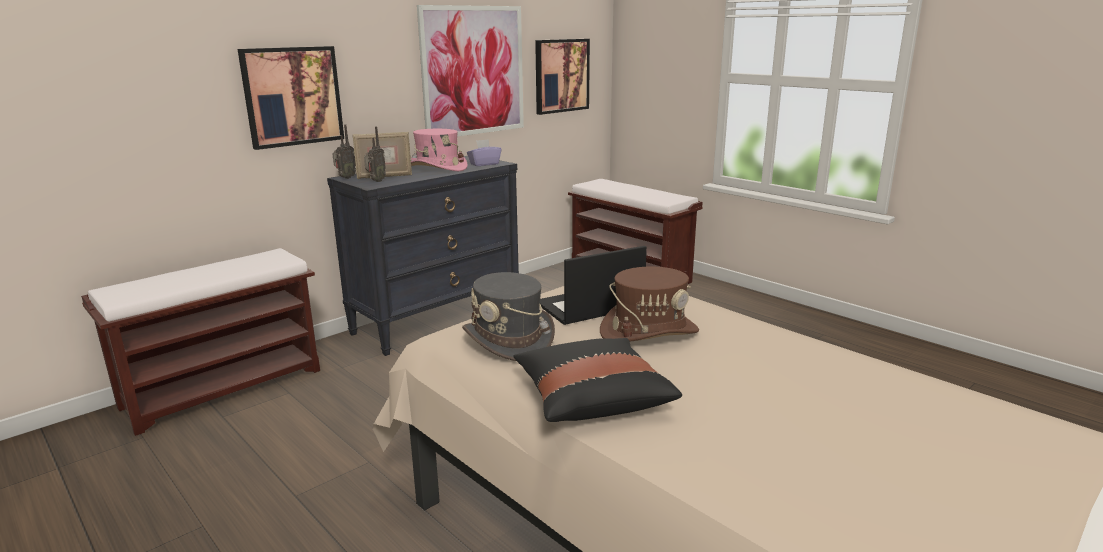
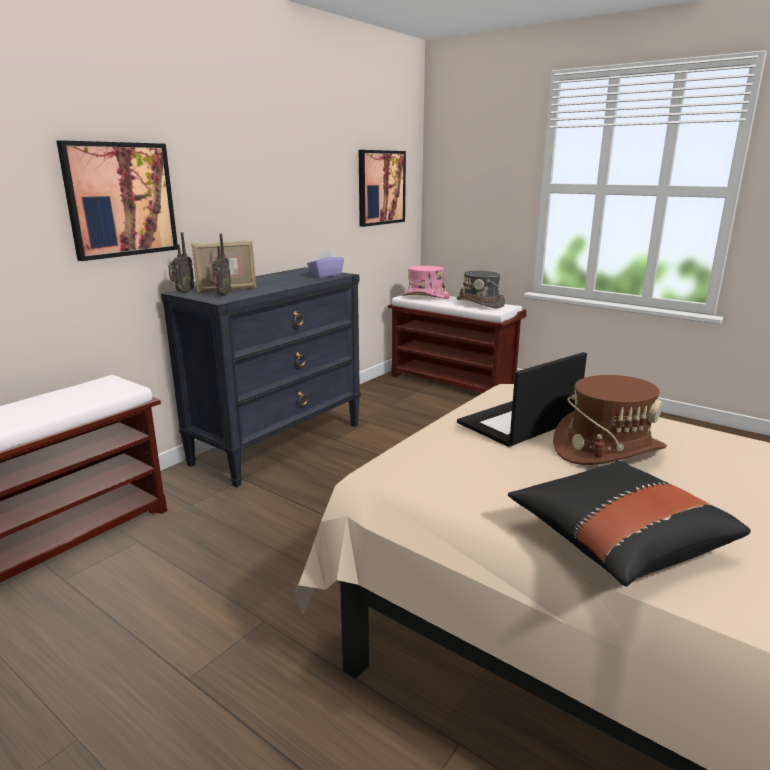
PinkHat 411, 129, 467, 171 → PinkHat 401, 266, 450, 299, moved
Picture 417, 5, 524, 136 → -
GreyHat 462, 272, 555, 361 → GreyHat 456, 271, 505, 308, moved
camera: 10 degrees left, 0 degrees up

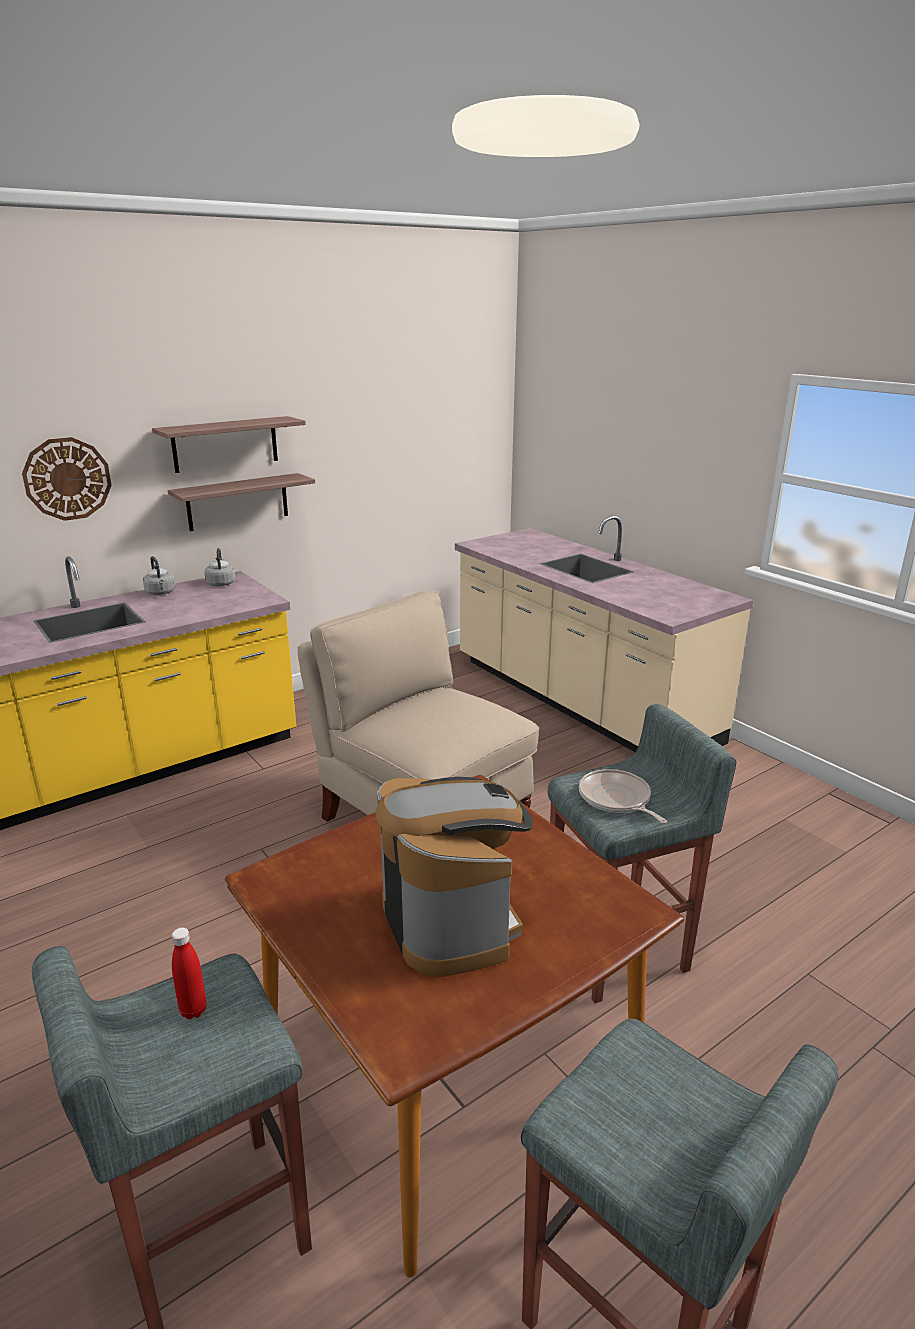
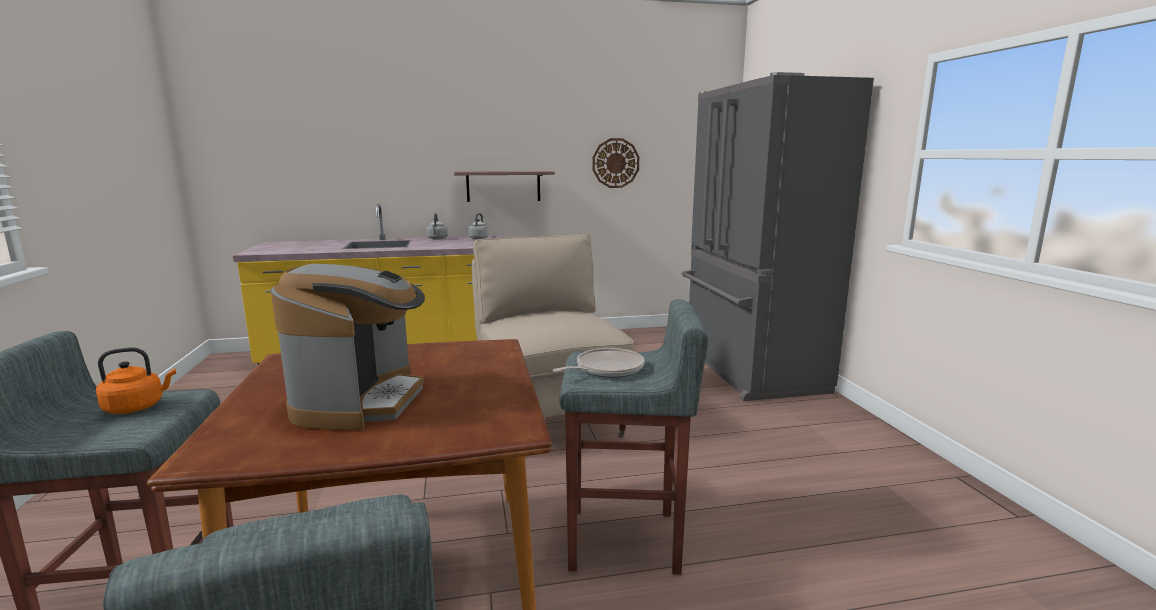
WallClock 22, 437, 112, 521 → WallClock 593, 138, 639, 188, moved
Shelf 152, 416, 306, 473 → -
RedBottle 171, 928, 207, 1019 → OrangeKettle 96, 347, 176, 414
BeigeCounter 455, 516, 753, 753 → GreyFridge 682, 72, 874, 401
FryingPan 579, 769, 667, 823 → FryingPan 553, 348, 645, 378, 60 degrees clockwise
camera: 25 degrees right, 10 degrees down

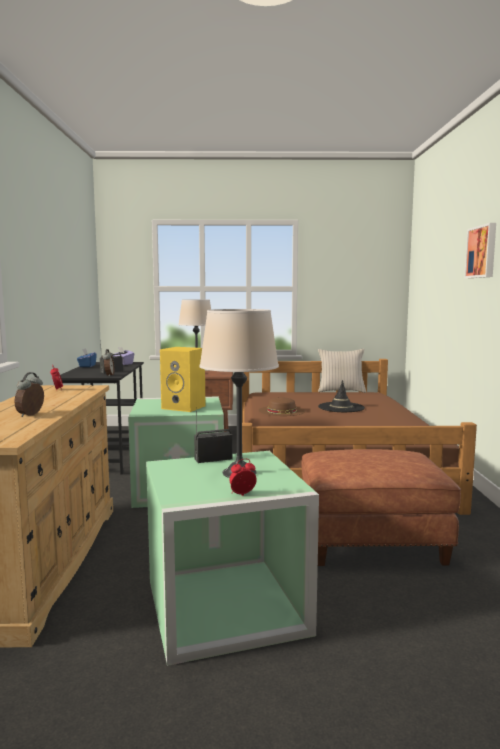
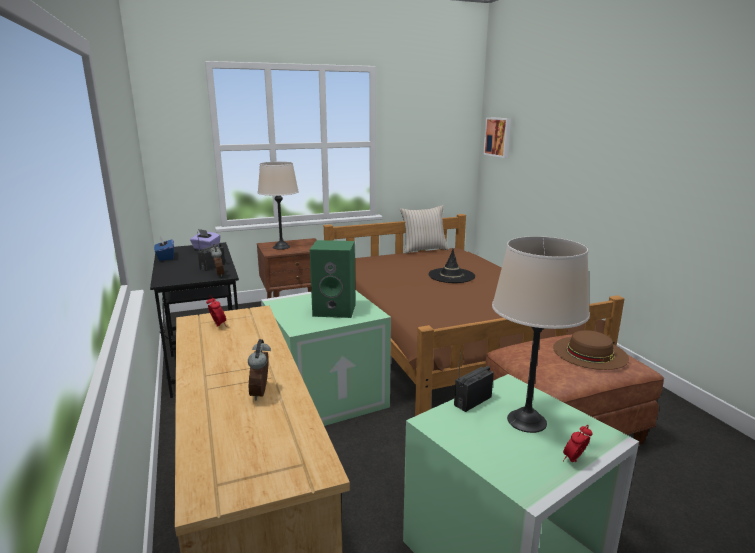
YellowSpeaker 160, 347, 205, 412 → GreenSpeaker 310, 240, 356, 318
BrownHat 258, 397, 305, 416 → BrownHat 553, 330, 629, 370, moved
Picture 464, 223, 496, 278 → Picture 483, 117, 511, 158, moved
camera: 20 degrees left, 10 degrees up

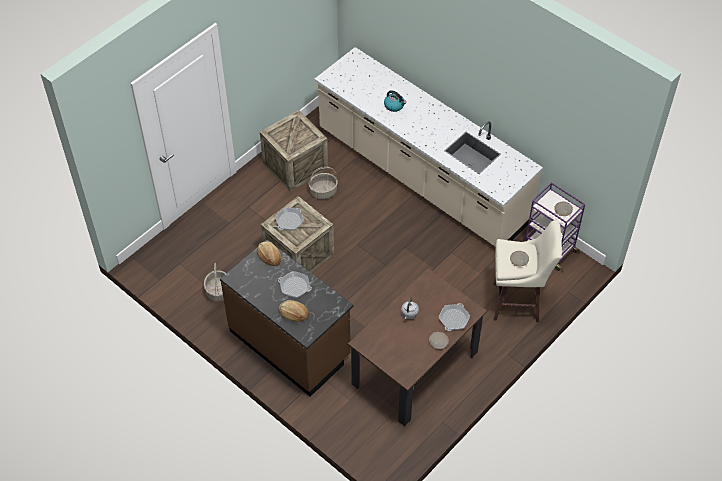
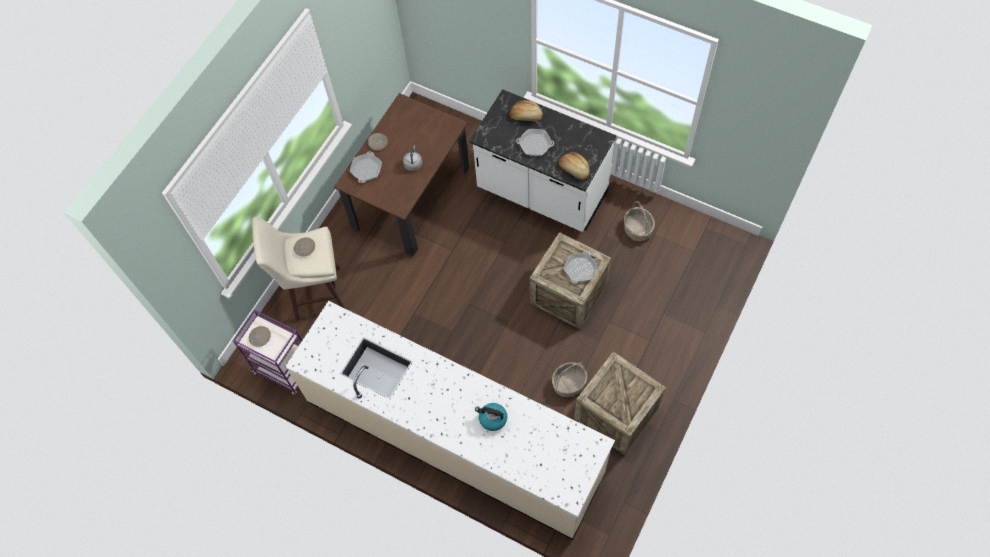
BrownCounter 220, 239, 353, 397 → WhiteCounter 469, 89, 616, 232
camera: 170 degrees right, 10 degrees up

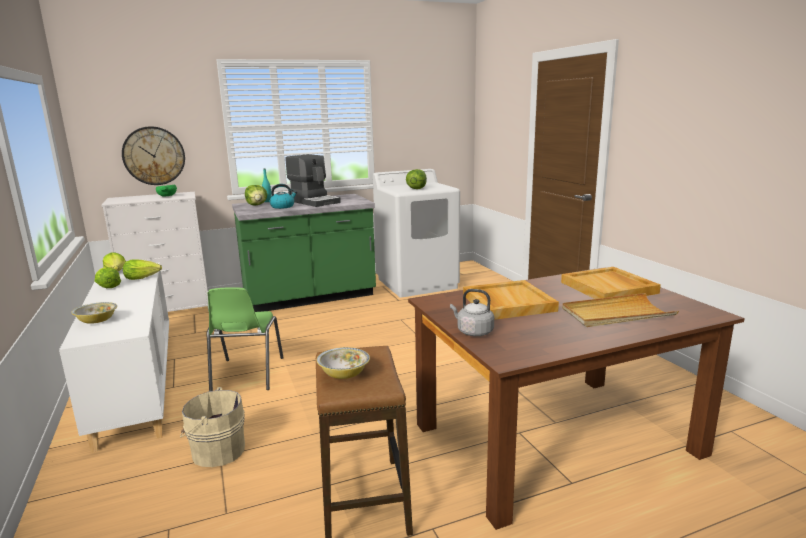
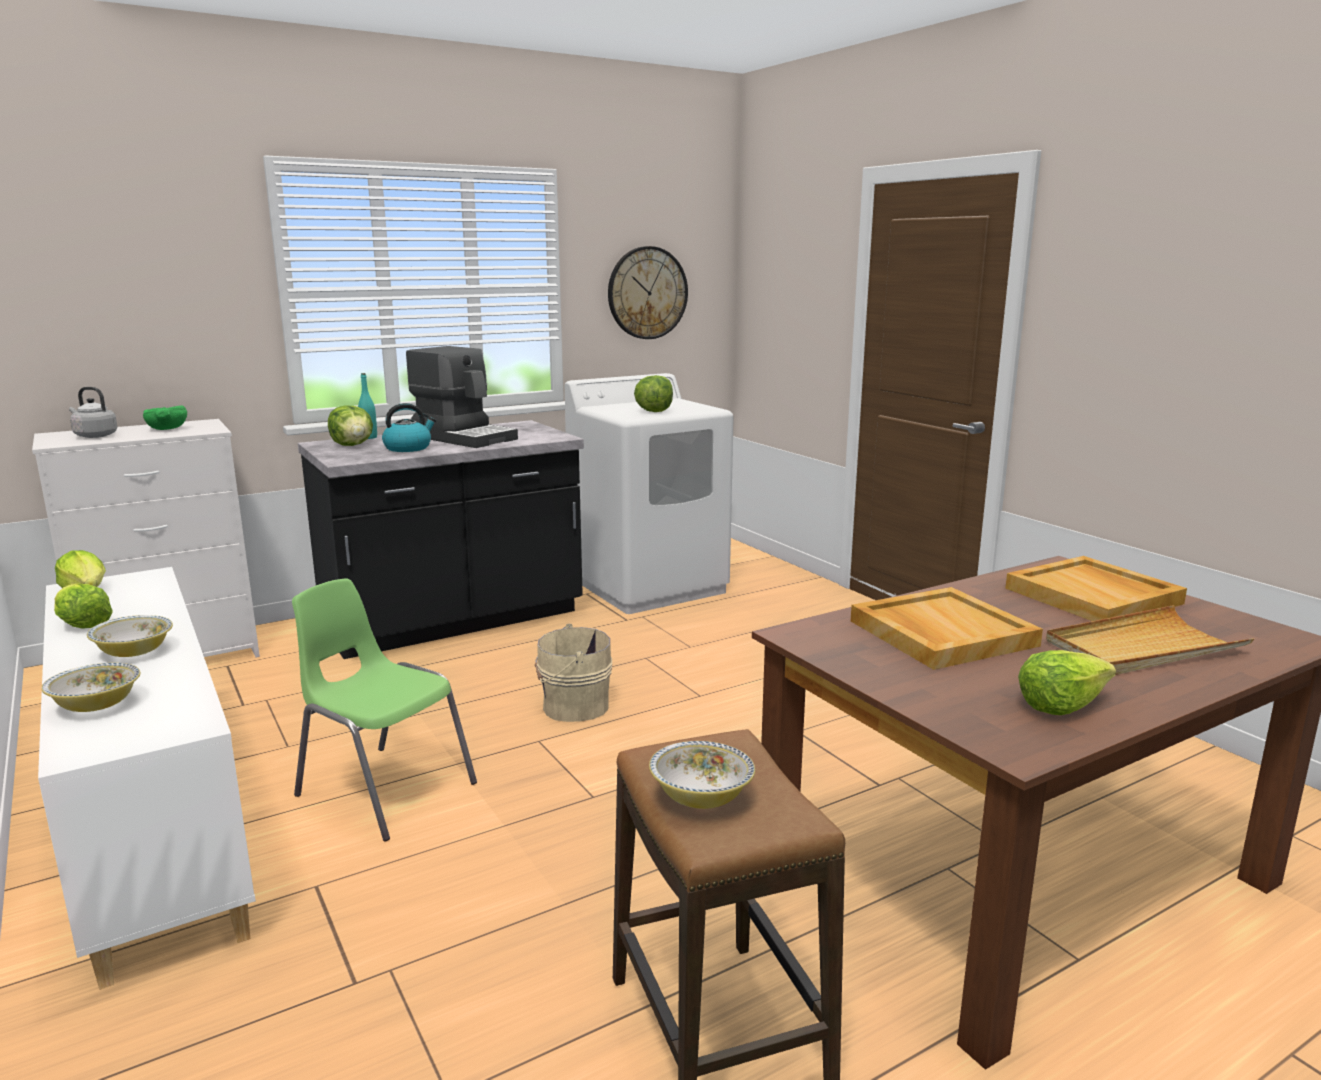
WallClock 122, 126, 185, 185 → WallClock 608, 246, 688, 339, moved
Lettuce 123, 259, 162, 280 → Lettuce 1018, 650, 1116, 715, moved
BeigeBucket 180, 387, 245, 467 → BeigeBucket 535, 624, 612, 722, moved
GreenChair 207, 287, 284, 391 → GreenChair 292, 578, 477, 841, 135 degrees clockwise
GreenCounter 232, 194, 376, 312 → BlackCounter 298, 420, 584, 659
GreyKettle 450, 289, 494, 336 → GreyKettle 69, 387, 117, 438, moved
- → Bowl 87, 615, 173, 657
camera: 10 degrees left, 0 degrees up

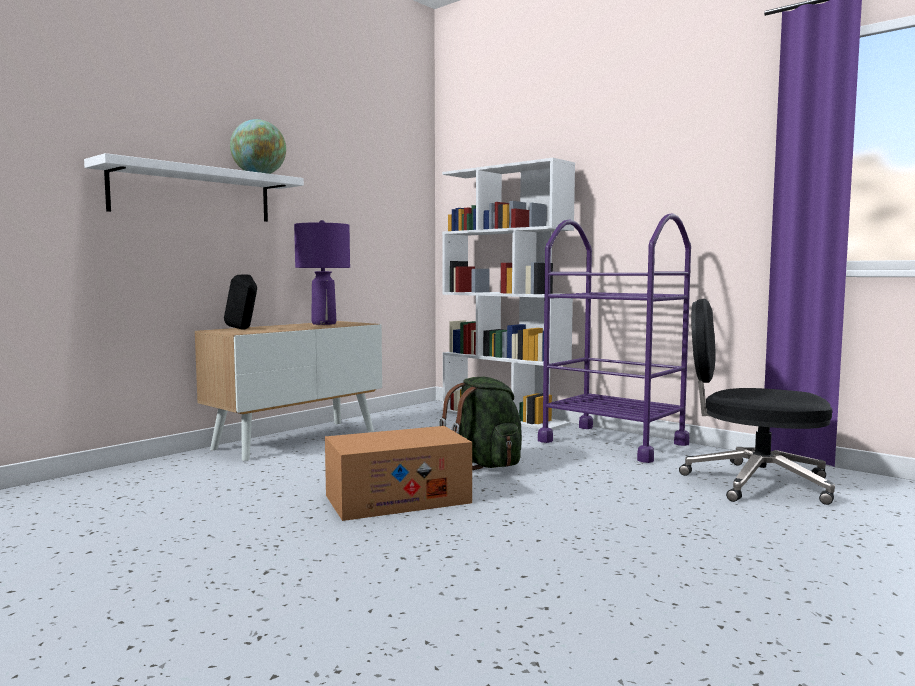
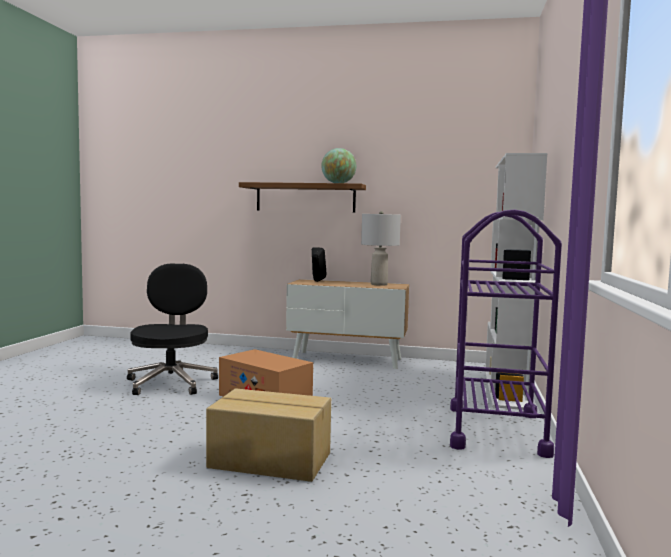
WhiteShelf 84, 153, 304, 222 → BrownShelf 239, 182, 366, 213
PurpleTableLamp 294, 220, 350, 325 → GreyTableLamp 361, 211, 401, 286
GreenBackpack 439, 377, 522, 470 → -
BlackOfficeChair 679, 299, 835, 505 → BlackOfficeChair 127, 263, 218, 395, moved
- → CardboardBox 206, 388, 331, 482
camera: 60 degrees right, 0 degrees up

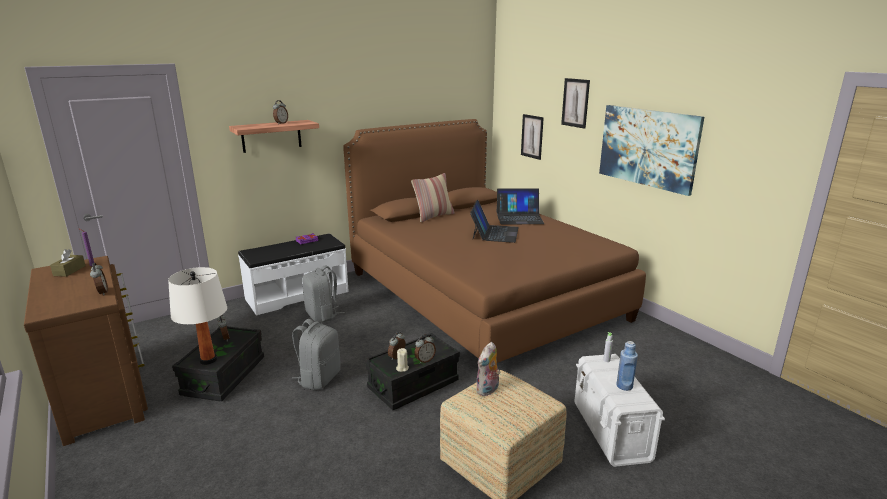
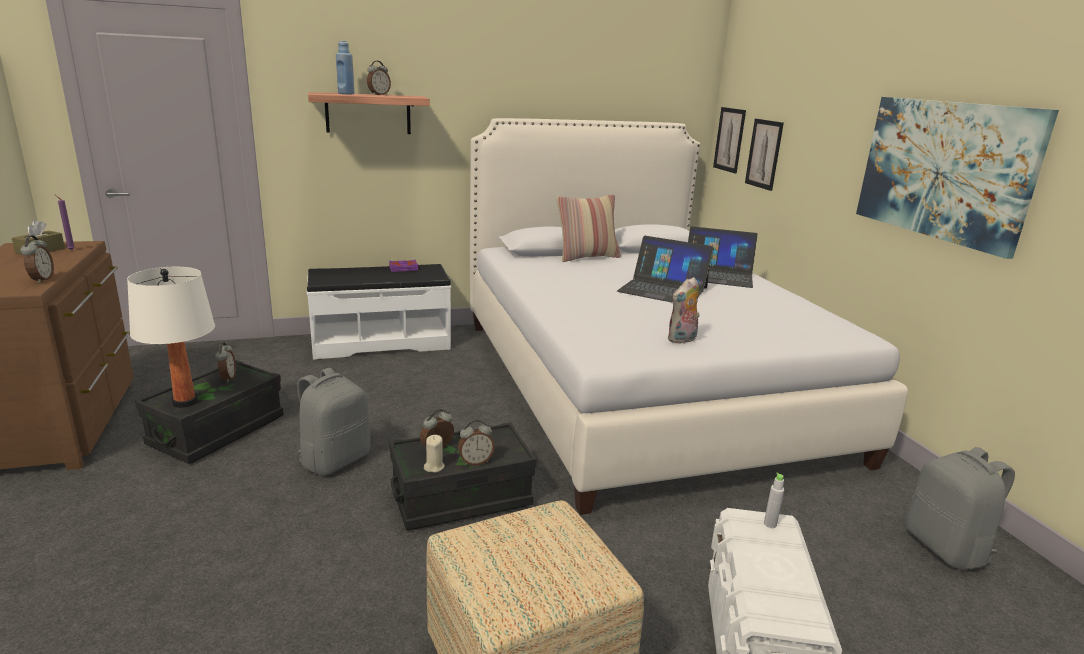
GreyBackpack 302, 265, 345, 323 → GreyBackpack 906, 447, 1015, 570, moved
BrownBed 343, 119, 646, 363 → WhiteBed 470, 118, 908, 515
Laptop 470, 200, 519, 243 → Laptop 617, 236, 714, 303, 90 degrees clockwise
PlushToy 476, 342, 501, 396 → PlushToy 668, 277, 699, 344, moved
Picture 561, 78, 590, 129 → Picture 713, 107, 746, 174, moved
BlueBottle 616, 341, 638, 391 → BlueBottle 336, 41, 354, 94, moved
camera: 15 degrees right, 0 degrees up

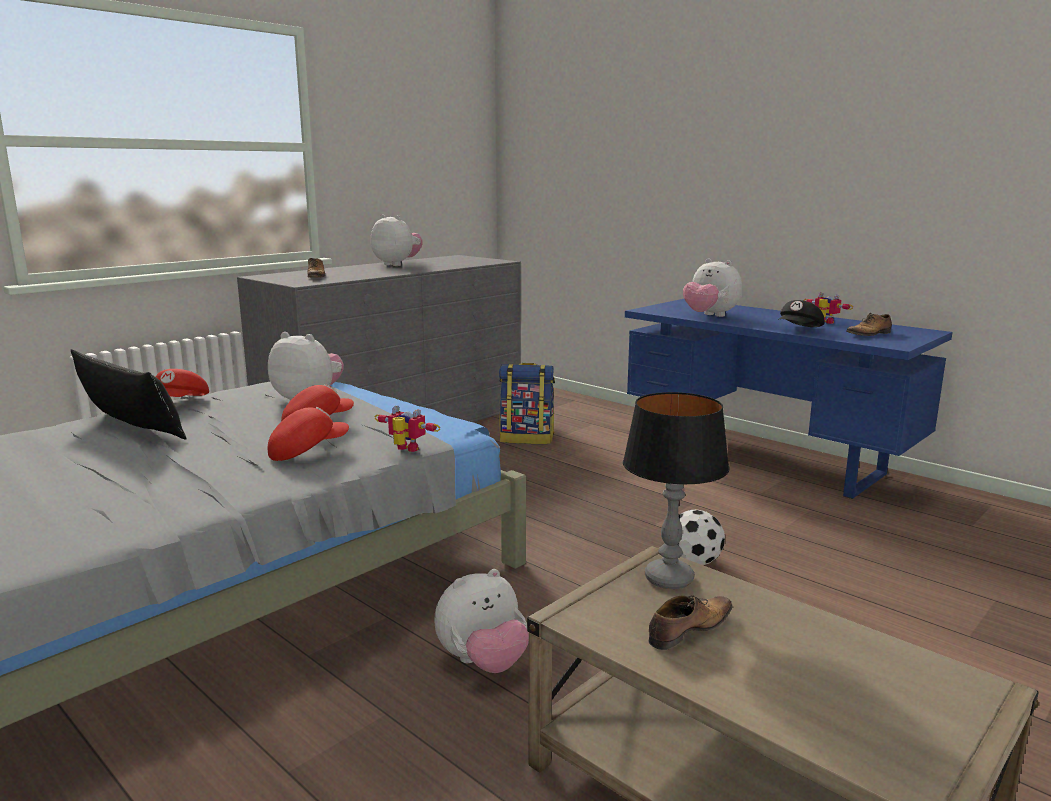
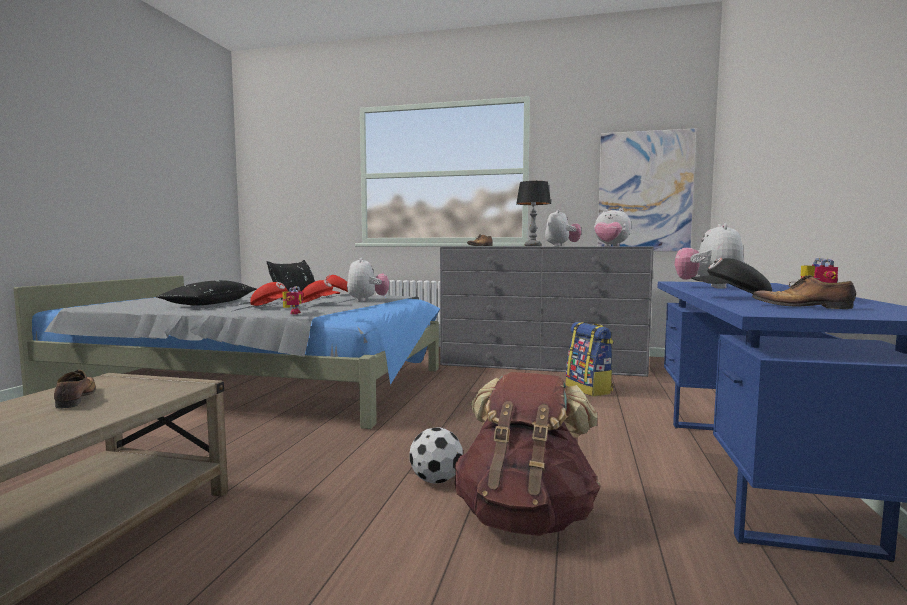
PlushToy 435, 569, 529, 673 → PlushToy 594, 208, 631, 246, moved
TableLamp 623, 392, 729, 589 → TableLamp 516, 181, 551, 246, moved
Shoe 649, 595, 733, 650 → Shoe 54, 369, 96, 409, 135 degrees counterclockwise
- → BlackPillow 156, 280, 256, 306
- → BrownBackpack 455, 372, 600, 536
- → Picture 597, 128, 696, 251
camera: 60 degrees right, 10 degrees down

